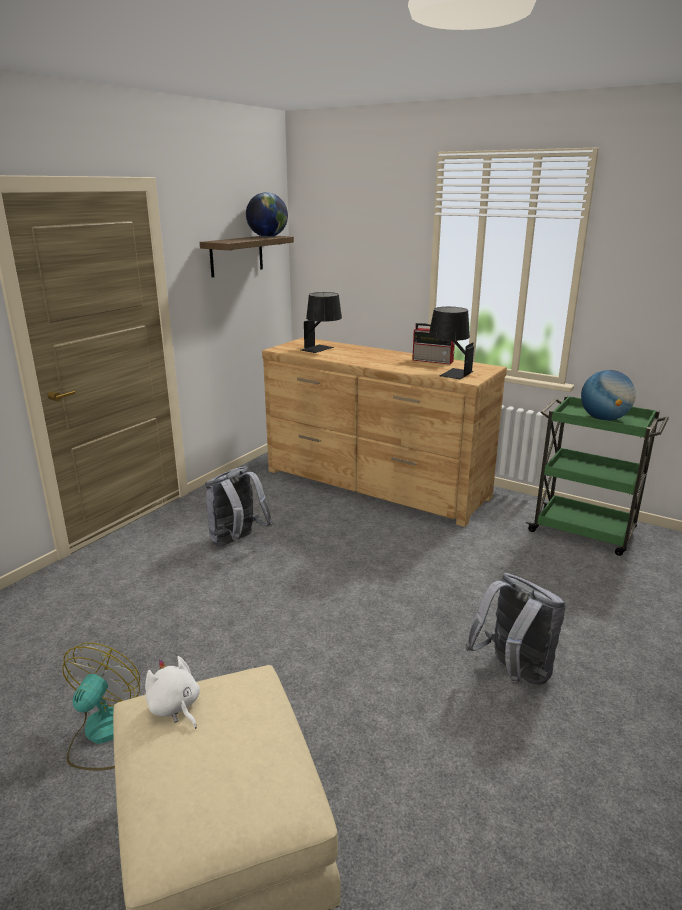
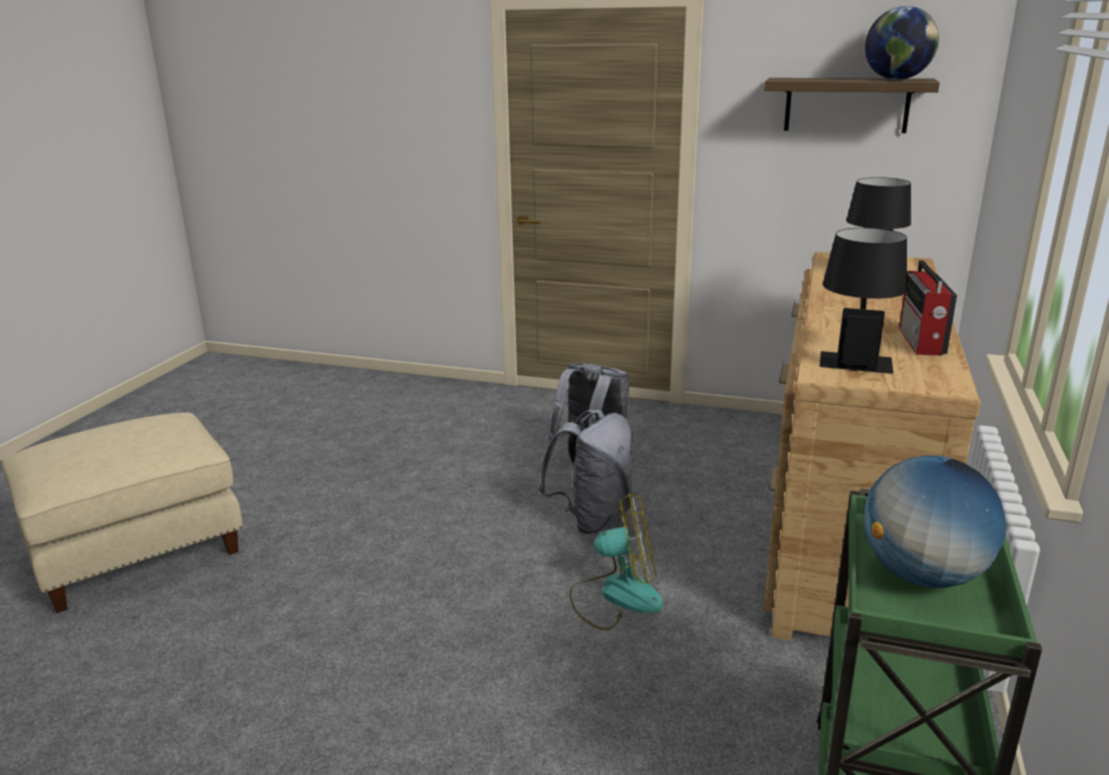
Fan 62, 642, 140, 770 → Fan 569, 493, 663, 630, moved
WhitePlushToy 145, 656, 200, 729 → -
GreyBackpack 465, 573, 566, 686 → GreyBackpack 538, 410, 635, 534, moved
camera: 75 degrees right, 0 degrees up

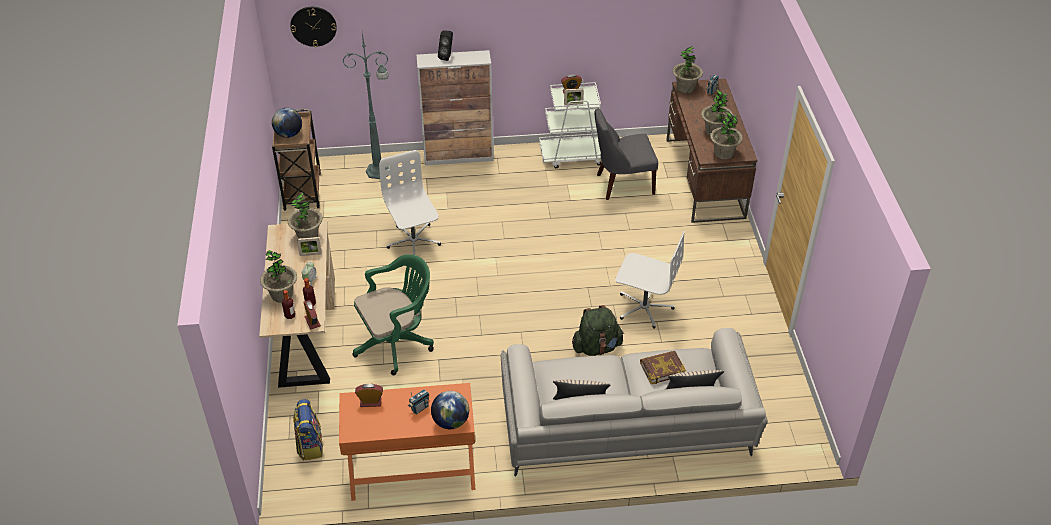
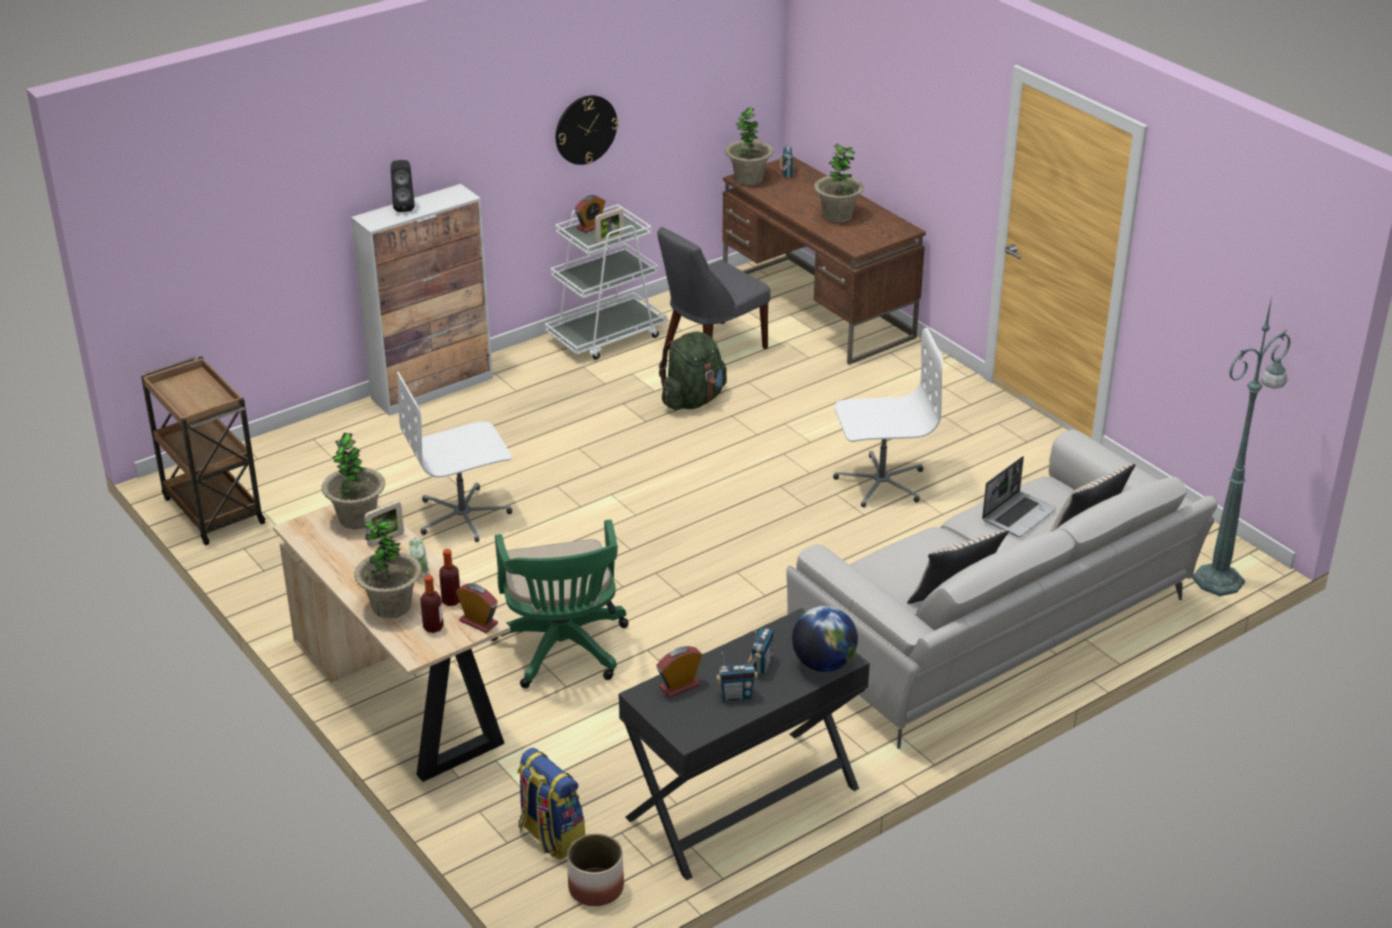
Globe 272, 108, 302, 138 → -
WallClock 290, 7, 337, 47 → WallClock 556, 95, 618, 165, moved
OrangeDesk 339, 383, 475, 501 → BlackDesk 619, 608, 870, 880
GreenFloorLamp 343, 33, 389, 179 → GreenFloorLamp 1192, 297, 1291, 596, moved
GreenOfficeChair 352, 254, 434, 375 → GreenOfficeChair 492, 519, 629, 688, 135 degrees clockwise
WhiteOfficeChair 379, 150, 441, 255 → WhiteOfficeChair 397, 372, 512, 542, 60 degrees counterclockwise
GreenBackpack 572, 305, 624, 356 → GreenBackpack 659, 331, 727, 410, moved
Book 640, 351, 686, 384 → Laptop 982, 456, 1056, 537
PottedPlant 710, 111, 743, 159 → -
- → Planter 567, 834, 624, 906
- → Radio 716, 653, 758, 702
camera: 30 degrees left, 10 degrees down

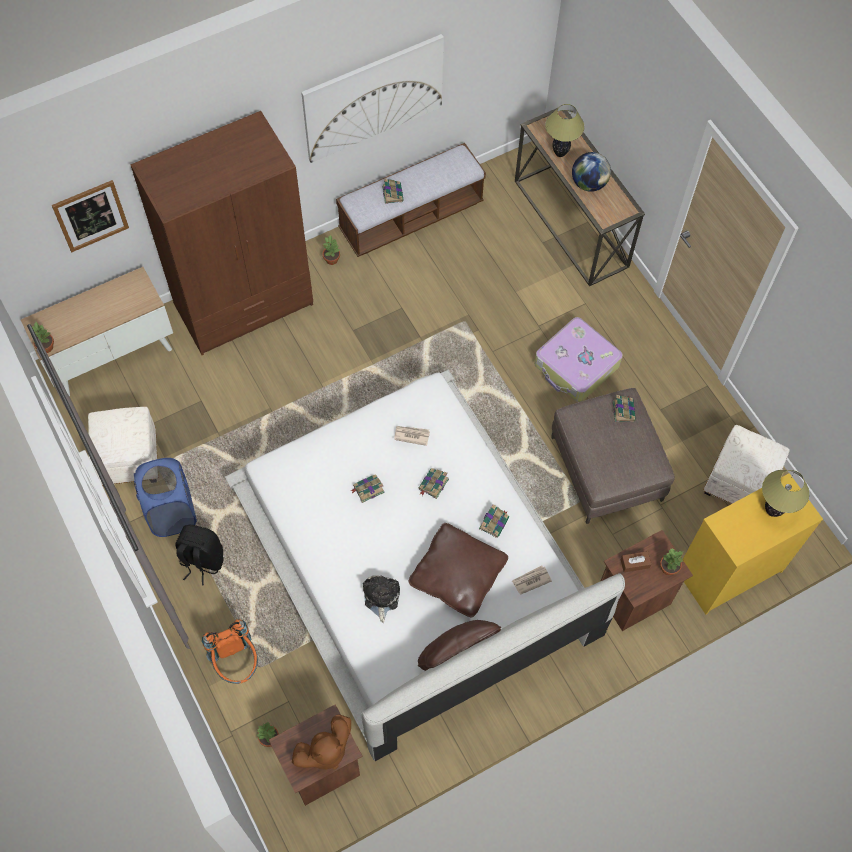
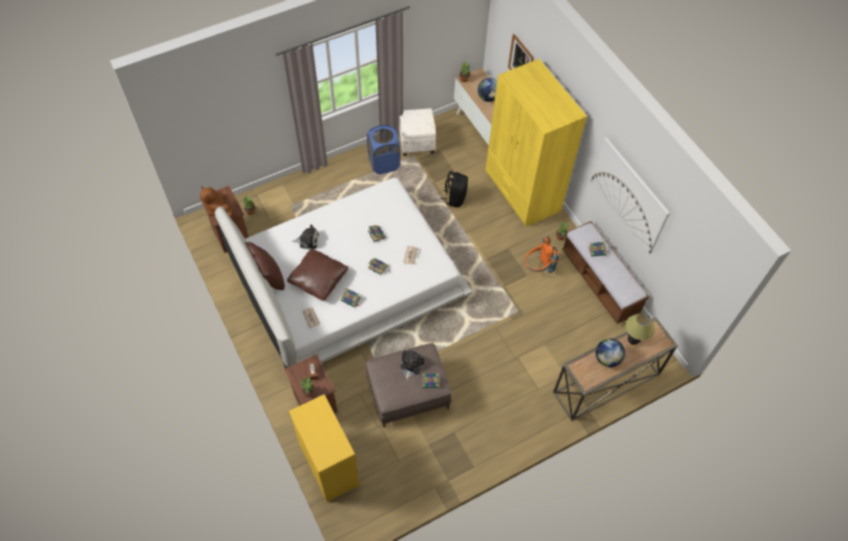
BrownWardrobe 130, 111, 313, 355 → YellowWardrobe 486, 59, 587, 227
BlackBackpack 175, 525, 224, 586 → BlackBackpack 440, 171, 468, 207, moved
OrangeBackpack 202, 619, 258, 684 → OrangeBackpack 525, 236, 560, 273, moved
Suitcase 534, 317, 623, 402 → -
WhiteOttoman 703, 425, 790, 504 → -
TableLamp 762, 470, 809, 517 → -
- → PlushToy 400, 350, 424, 380
- → Globe 478, 78, 497, 102
camera: 90 degrees right, 5 degrees down

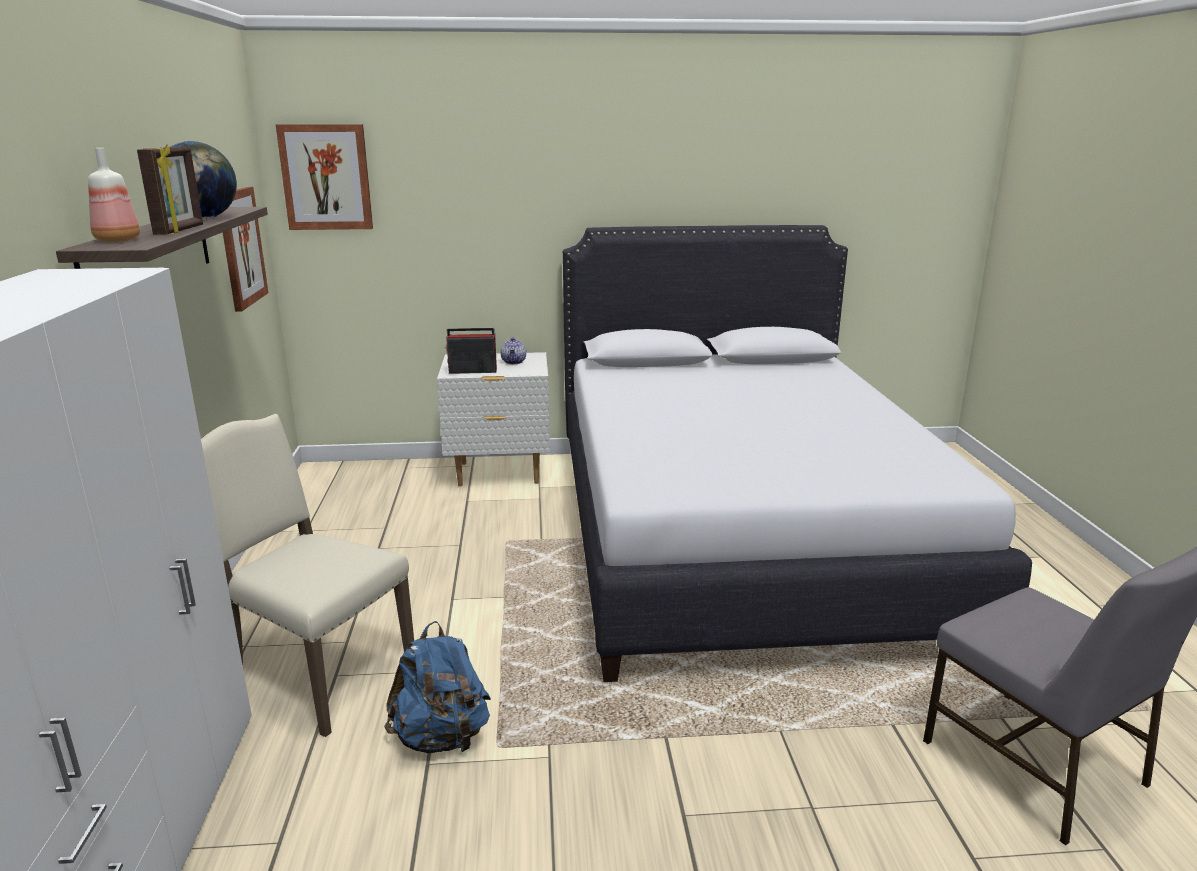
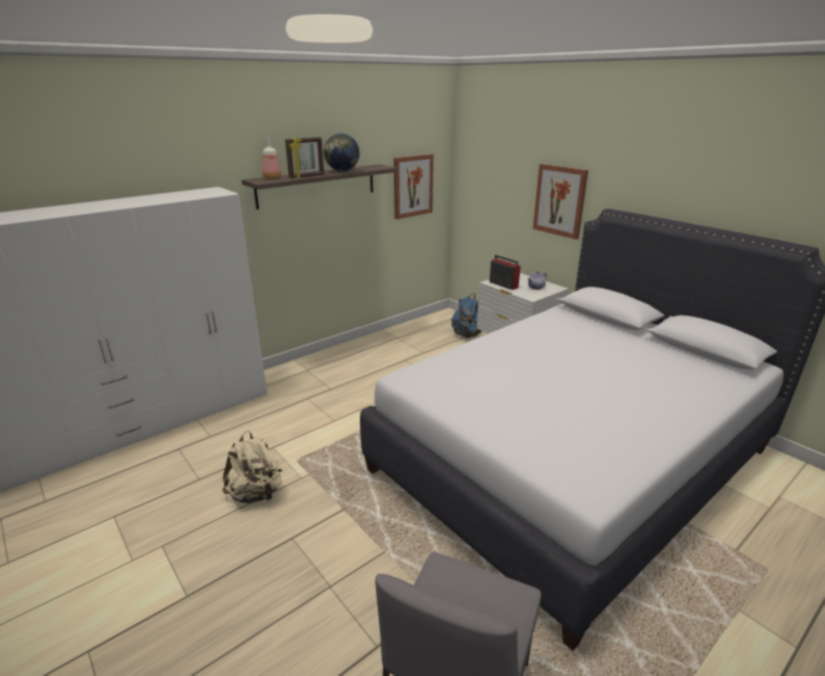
BeigeChair 201, 414, 414, 737 → -
Picture 276, 124, 373, 230 → Picture 533, 164, 588, 240, moved
BlueBackpack 384, 621, 491, 754 → BlueBackpack 451, 294, 482, 338, moved
- → BeigeBackpack 222, 430, 282, 503
camera: 55 degrees right, 5 degrees up

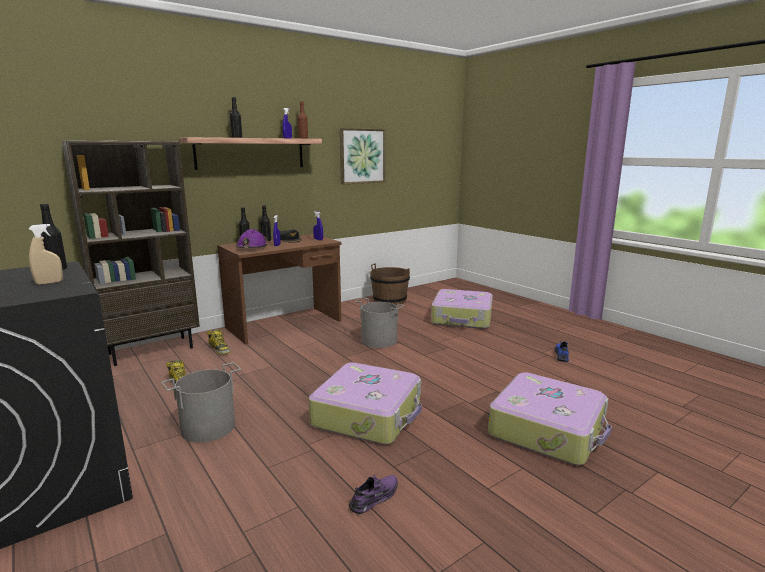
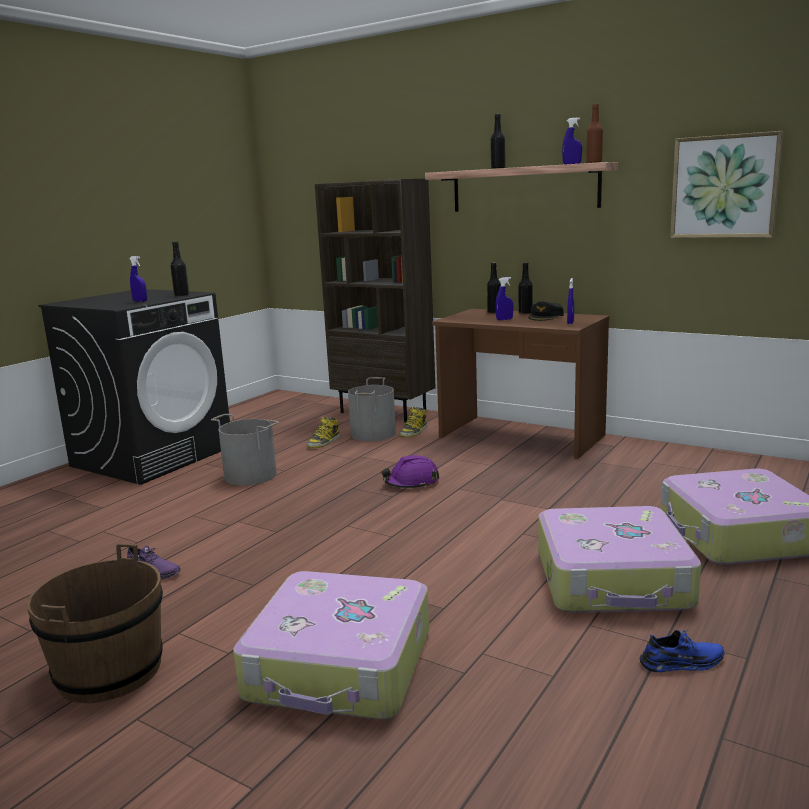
BeigeSprayBottle 28, 224, 63, 285 → BlueSprayBottle 129, 256, 147, 302
PurpleHardHat 236, 229, 268, 248 → PurpleHardHat 381, 455, 440, 489, moved
Suitcase 309, 362, 422, 445 → Suitcase 538, 506, 701, 613, moved
GreyBucket 355, 298, 404, 348 → GreyBucket 348, 377, 396, 441, moved
BrownBucket 370, 263, 410, 305 → BrownBucket 27, 544, 163, 703, moved
camera: 70 degrees right, 0 degrees up

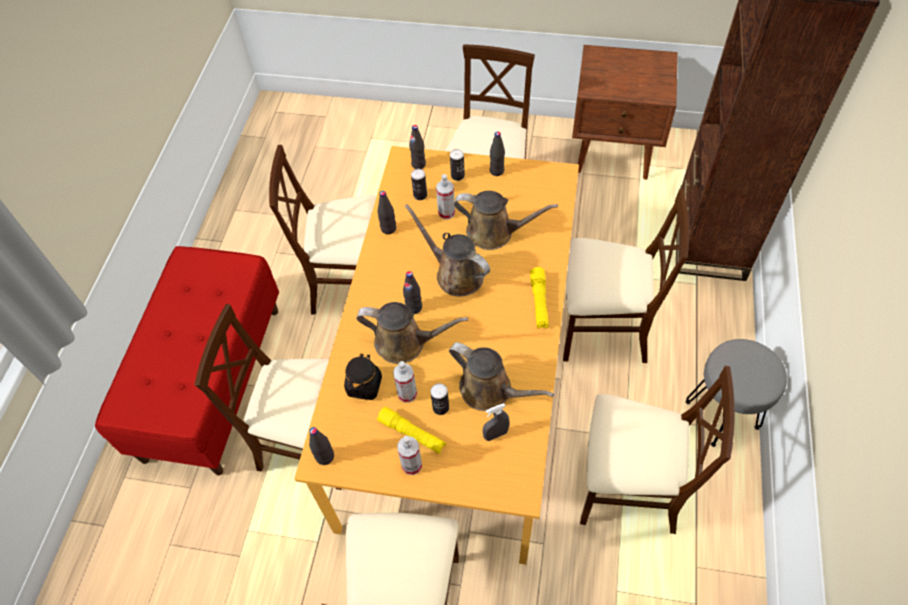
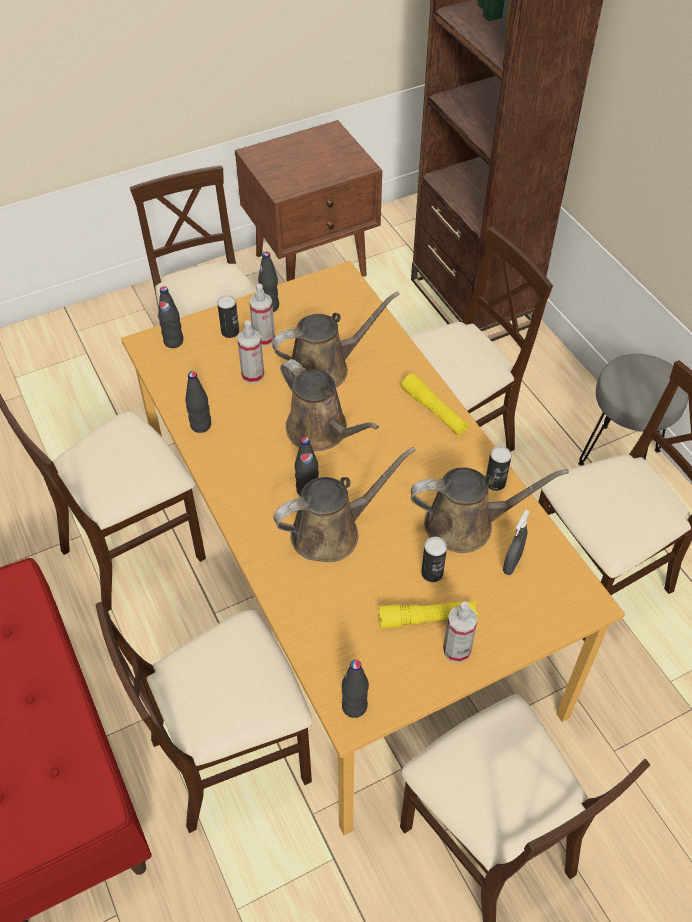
BlackJar 344, 354, 382, 400 → -
SprayBottle 393, 361, 417, 403 → SprayBottle 249, 284, 275, 346, moved
BrownWateringCan 405, 204, 490, 296 → BrownWateringCan 280, 359, 379, 451, 135 degrees counterclockwise
Can 411, 169, 427, 200 → Can 486, 446, 512, 491, moved
camera: 40 degrees left, 5 degrees down

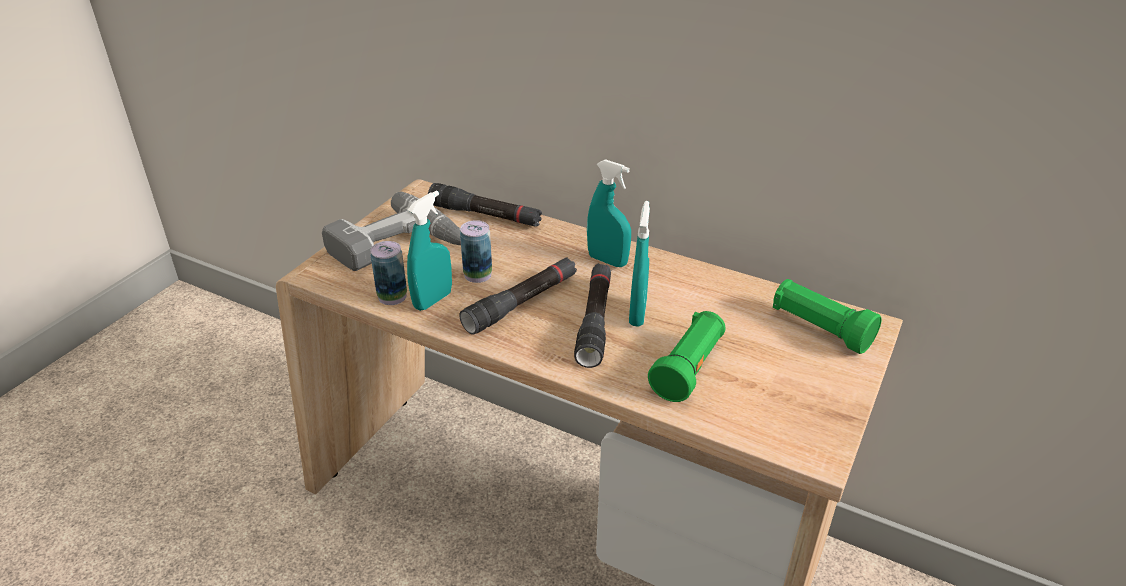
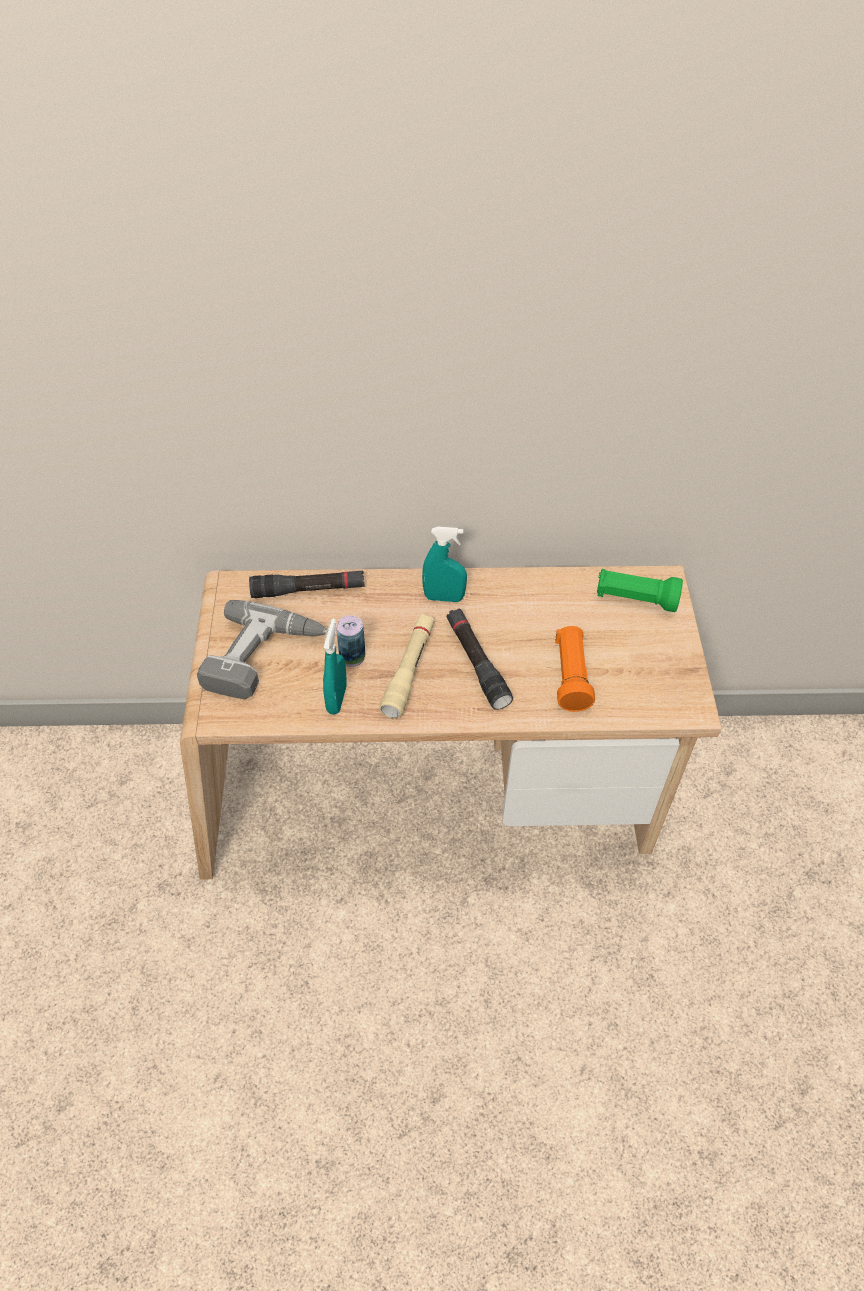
Can 370, 241, 407, 305 → -
BlackFlashlight 459, 257, 577, 335 → BeigeFlashlight 379, 614, 434, 719
TurquoiseSprayBottle 629, 201, 650, 327 → -
GreenFlashlight 648, 311, 726, 402 → OrangeFlashlight 555, 626, 595, 712
camera: 30 degrees left, 15 degrees up

